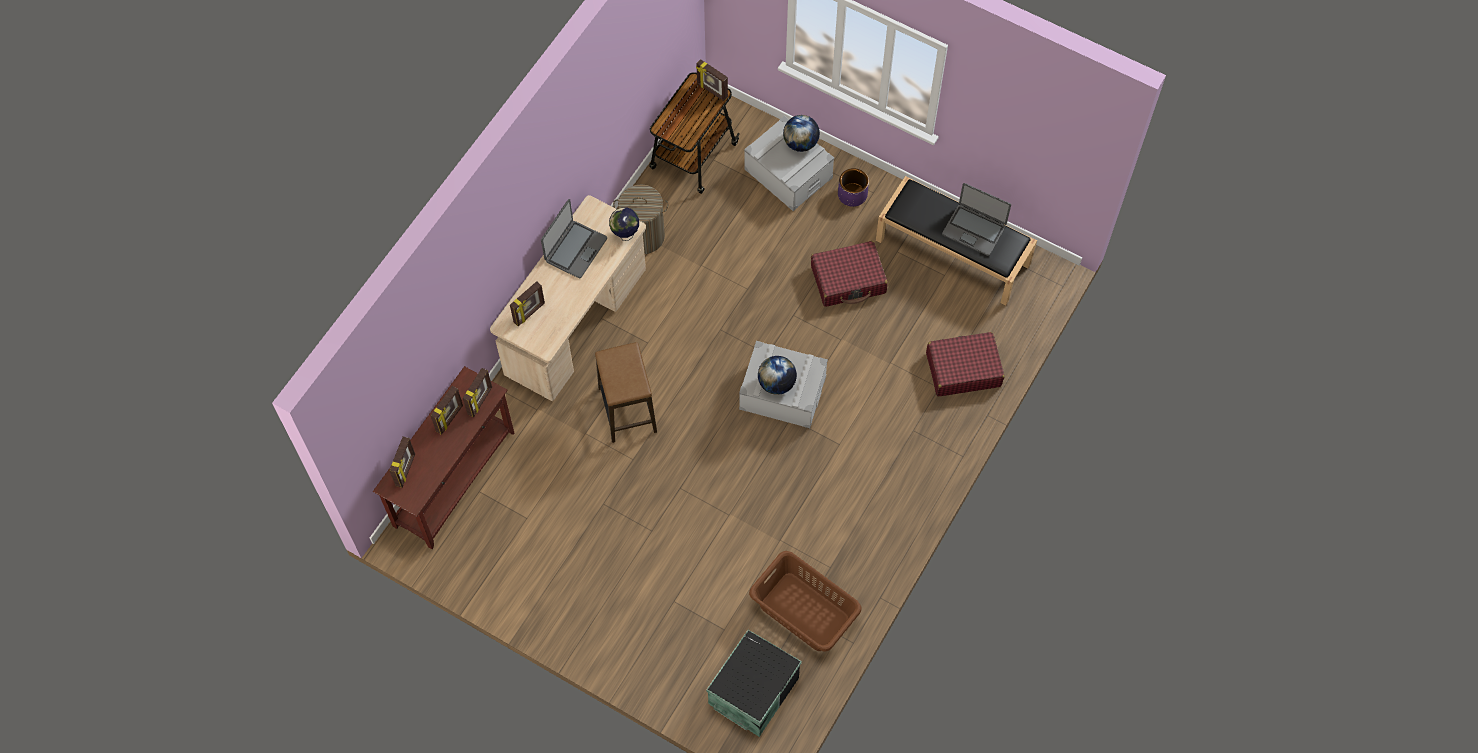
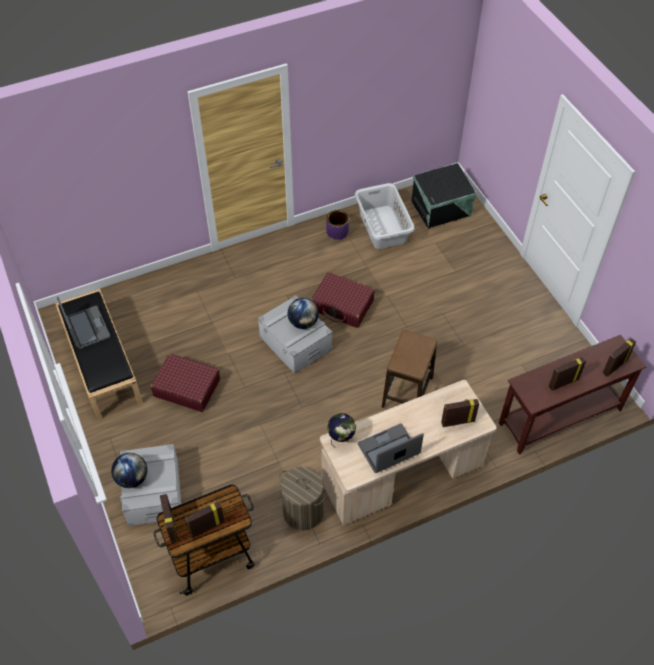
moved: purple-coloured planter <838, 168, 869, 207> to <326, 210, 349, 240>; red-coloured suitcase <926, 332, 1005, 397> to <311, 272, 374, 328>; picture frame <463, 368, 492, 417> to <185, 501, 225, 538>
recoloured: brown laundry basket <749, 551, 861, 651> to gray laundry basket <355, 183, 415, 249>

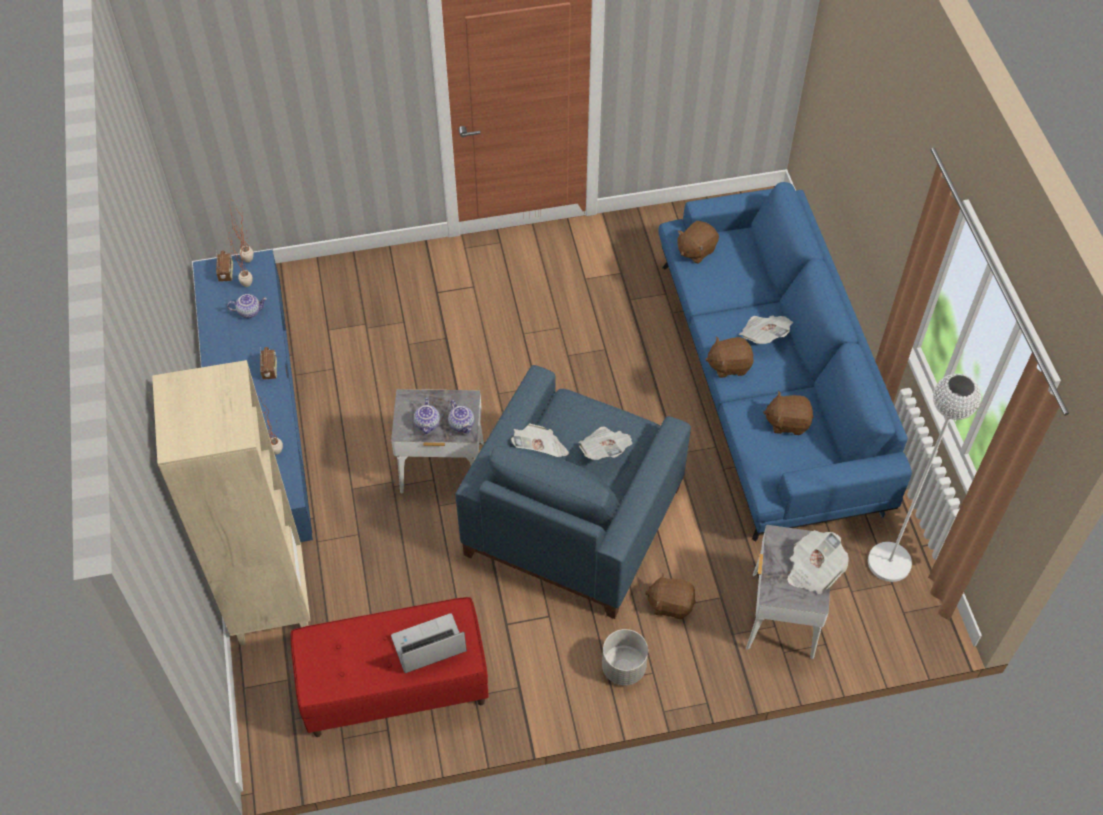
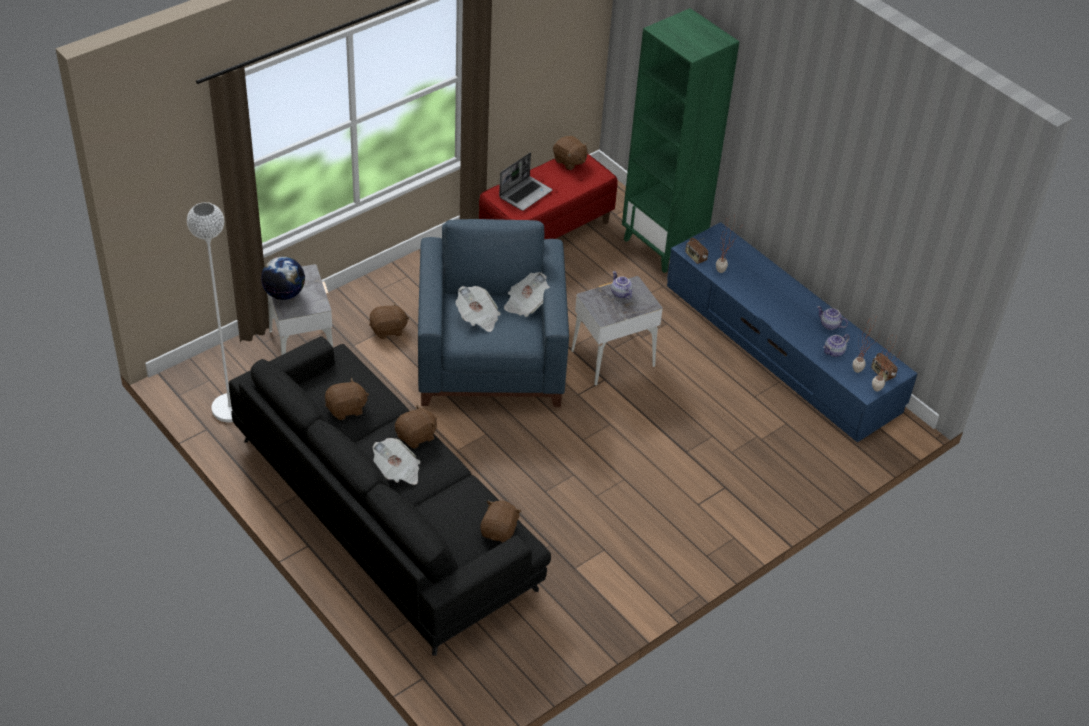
removed: gray planter <602, 629, 648, 686>
added: brown cuddly toy <553, 136, 588, 170>
moved: radio <260, 347, 277, 380> to <685, 238, 708, 264>; tea pot <448, 400, 474, 434> to <817, 306, 848, 330>
replaced: daily paper <787, 530, 849, 594> to world globe <261, 257, 305, 300>
recoloured: blue-coloured couch <658, 182, 912, 541> to blackish couch <229, 336, 551, 656>; beige-coloured bookshelf <152, 360, 310, 645> to greenish bookshelf <622, 8, 740, 273>

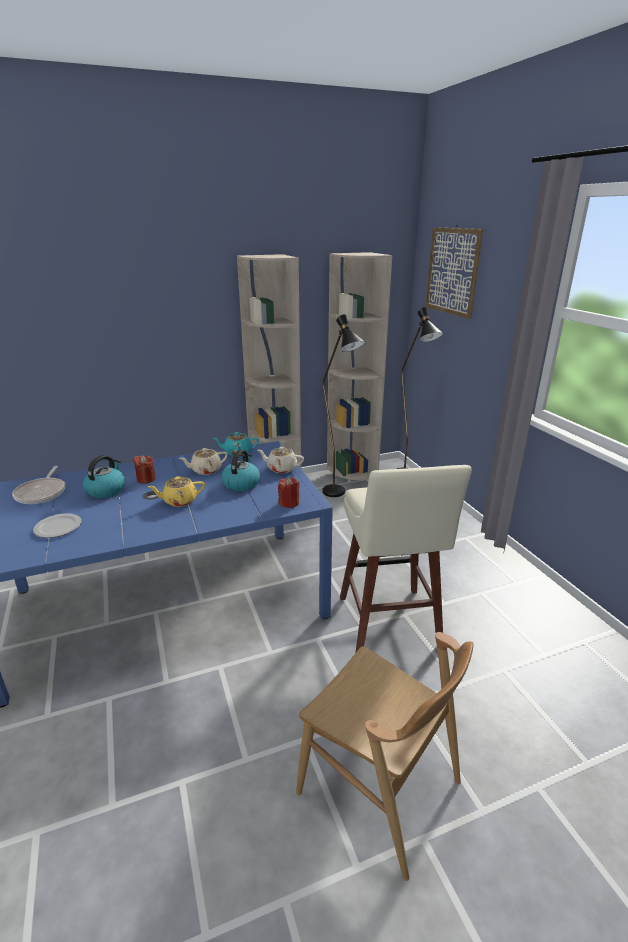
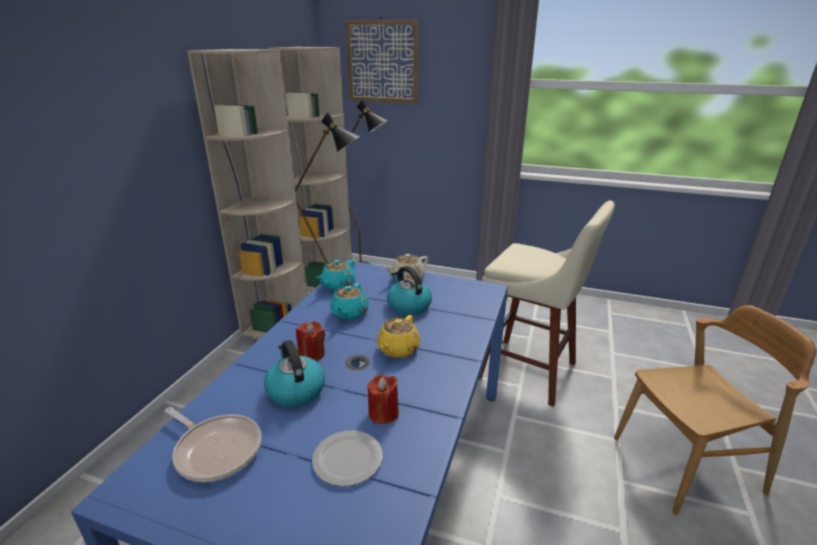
moved: red-coloured wax light <278, 477, 299, 508> to <368, 375, 399, 424>
recoloured: beige-coloured tea pot <179, 448, 228, 475> to turquoise-coloured tea pot <330, 283, 369, 320>

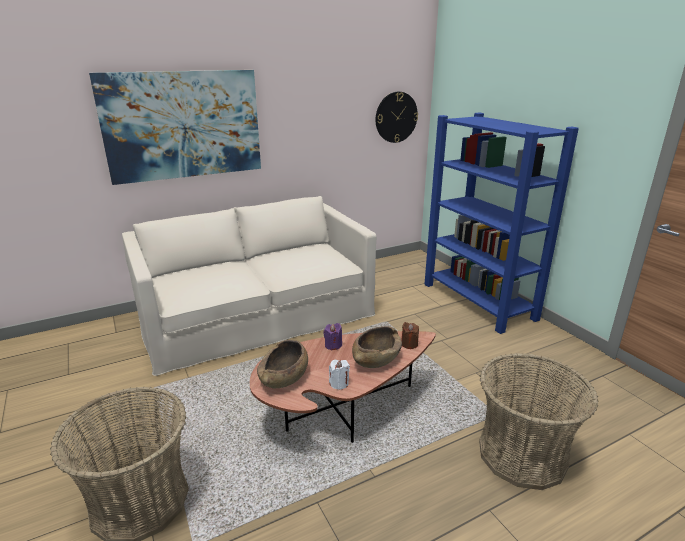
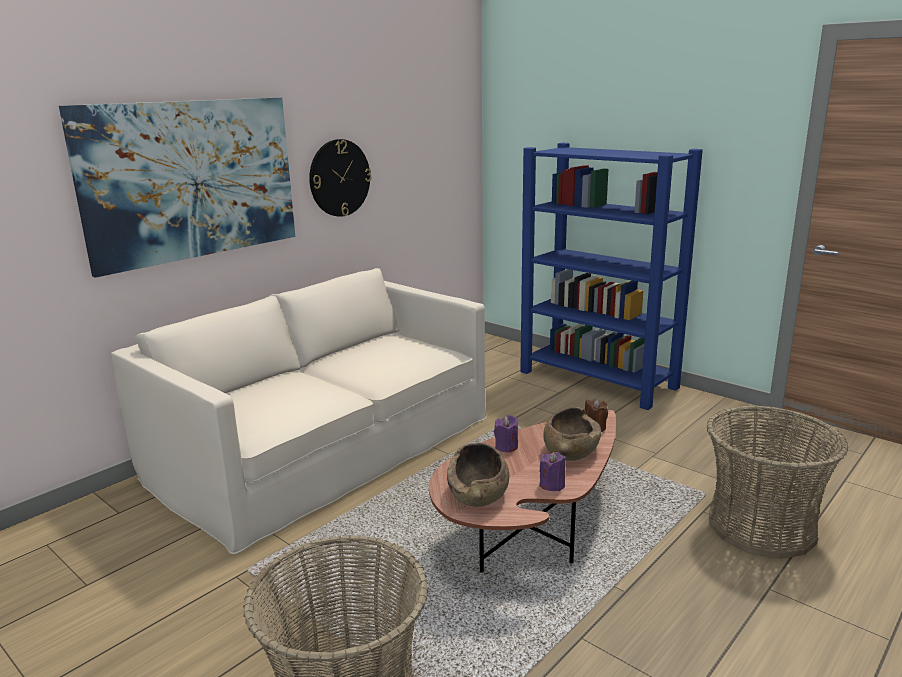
moved: wall clock <376, 92, 418, 143> to <309, 139, 372, 217>
recoloured: white-coloured wax light <329, 360, 350, 390> to purple-coloured wax light <539, 452, 566, 491>

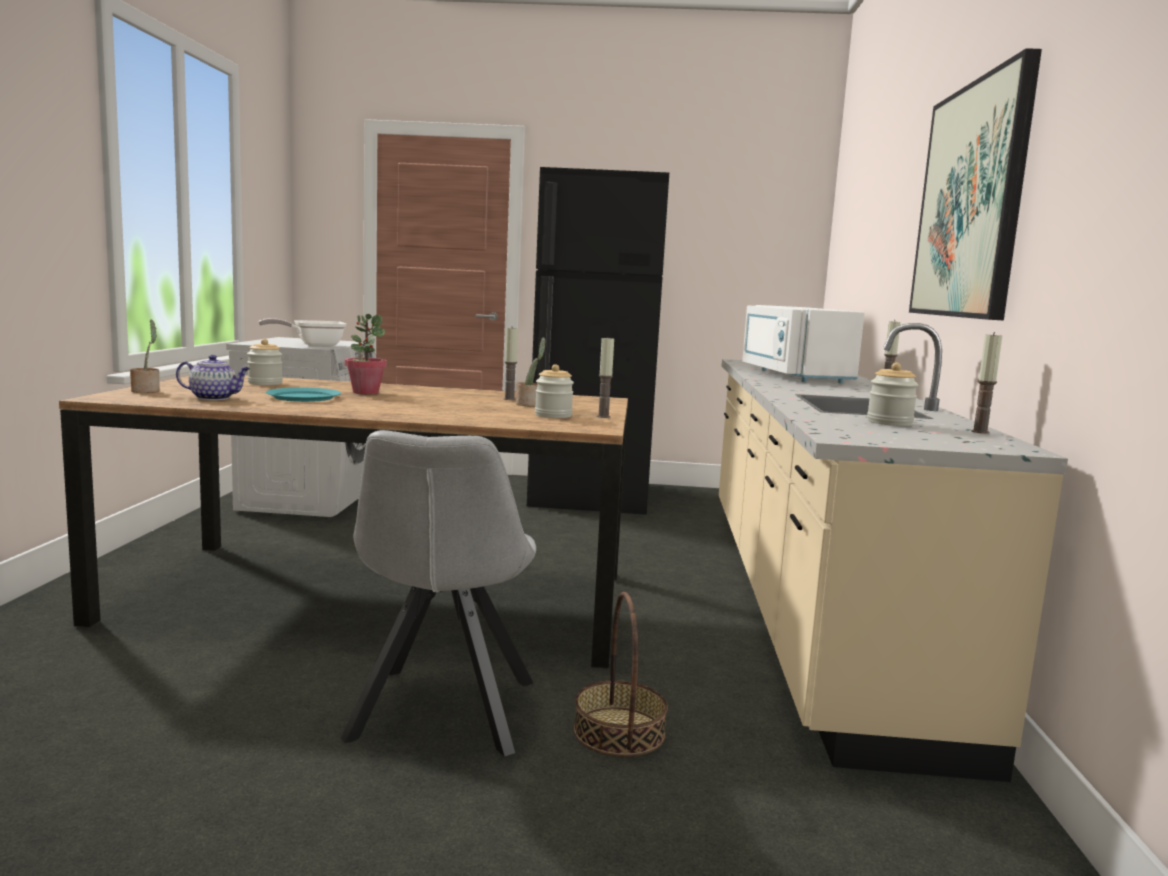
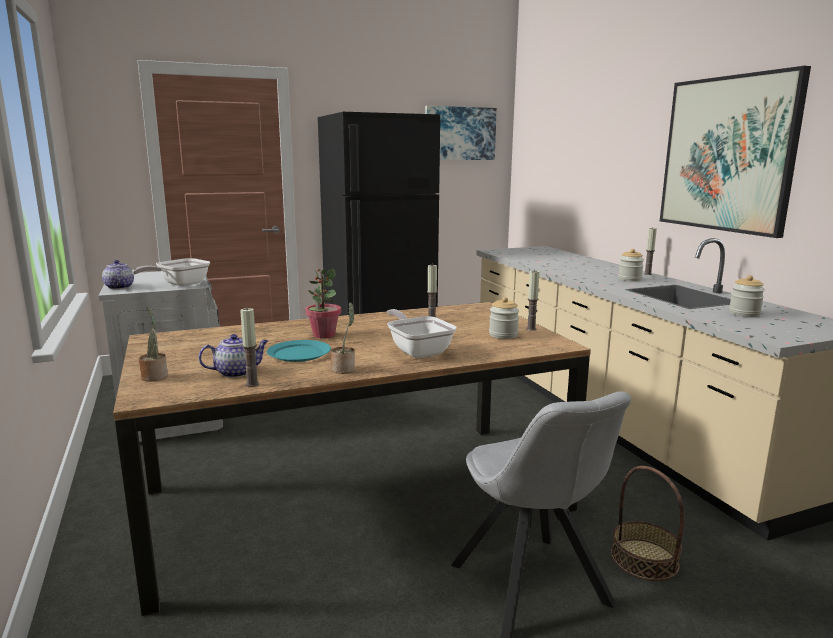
removed: white-coloured microwave oven <742, 305, 865, 383>
added: wall picture <425, 106, 497, 160>; tea pot <102, 260, 134, 289>; pan <387, 309, 456, 358>
moved: wax light <971, 332, 1002, 434> to <240, 307, 259, 387>; potted plant <516, 337, 546, 406> to <330, 302, 355, 374>; jar <247, 339, 283, 385> to <618, 249, 644, 281>

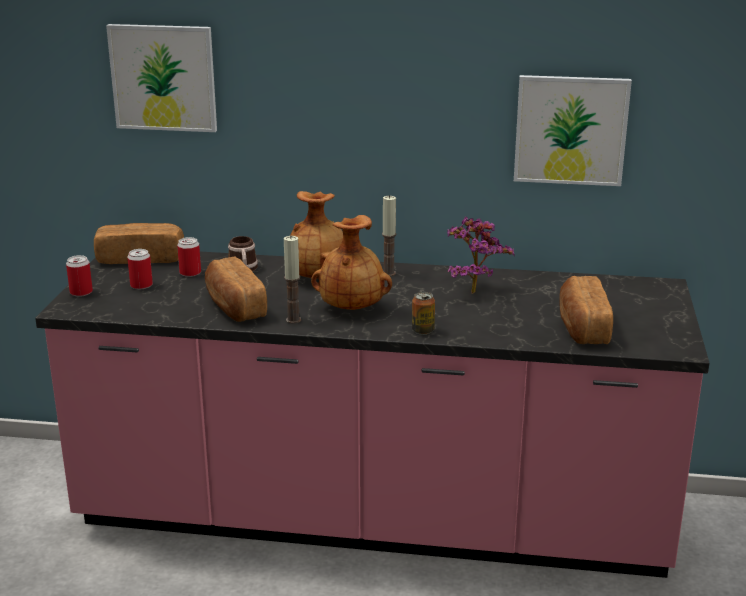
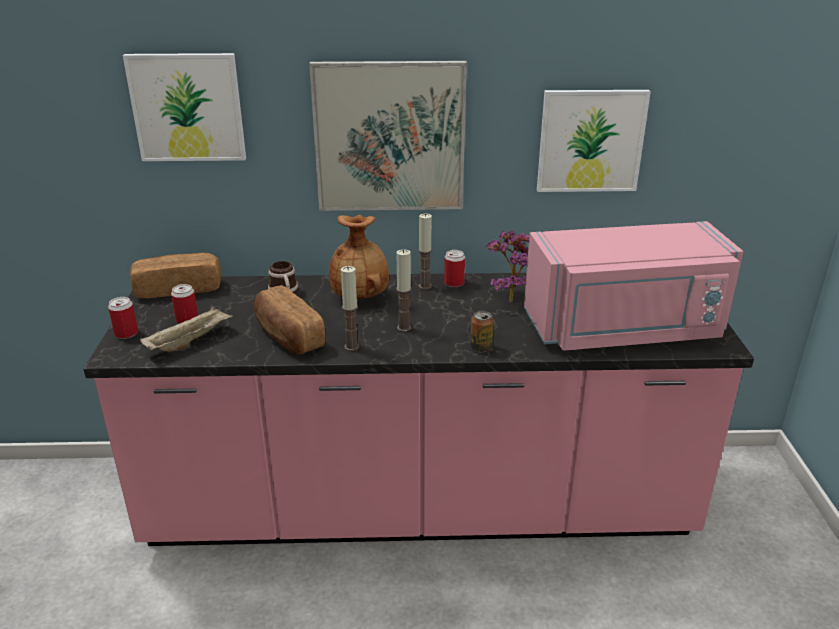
added: wall picture <309, 61, 467, 211>; beige-coloured serving tray <140, 306, 233, 352>
moved: can <177, 237, 201, 277> to <444, 250, 465, 287>
replaced: brown decorative vase <311, 215, 392, 310> to wax light <396, 249, 412, 332>; bakery bread <559, 276, 613, 344> to pink microwave oven <524, 221, 743, 350>

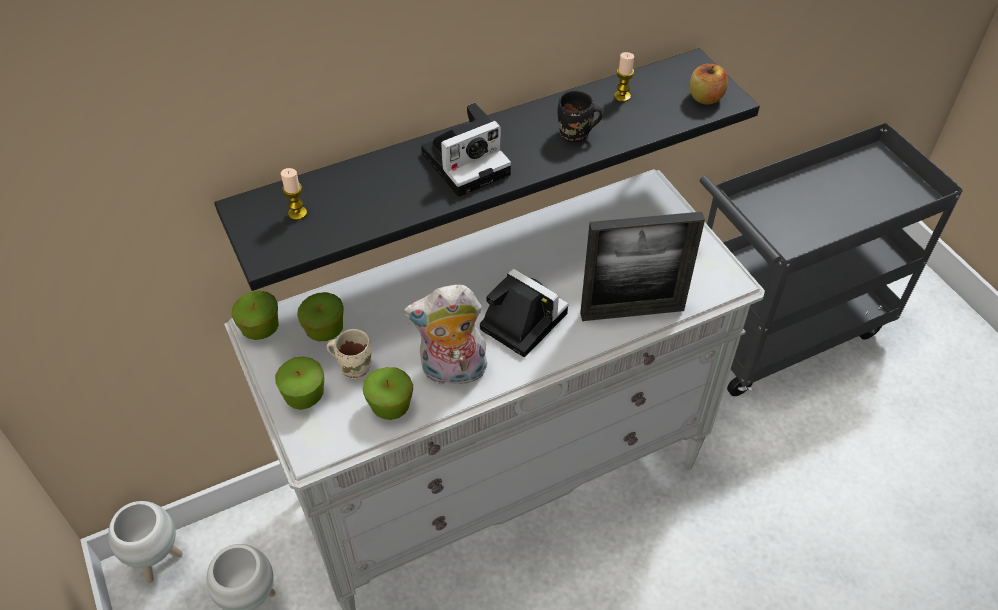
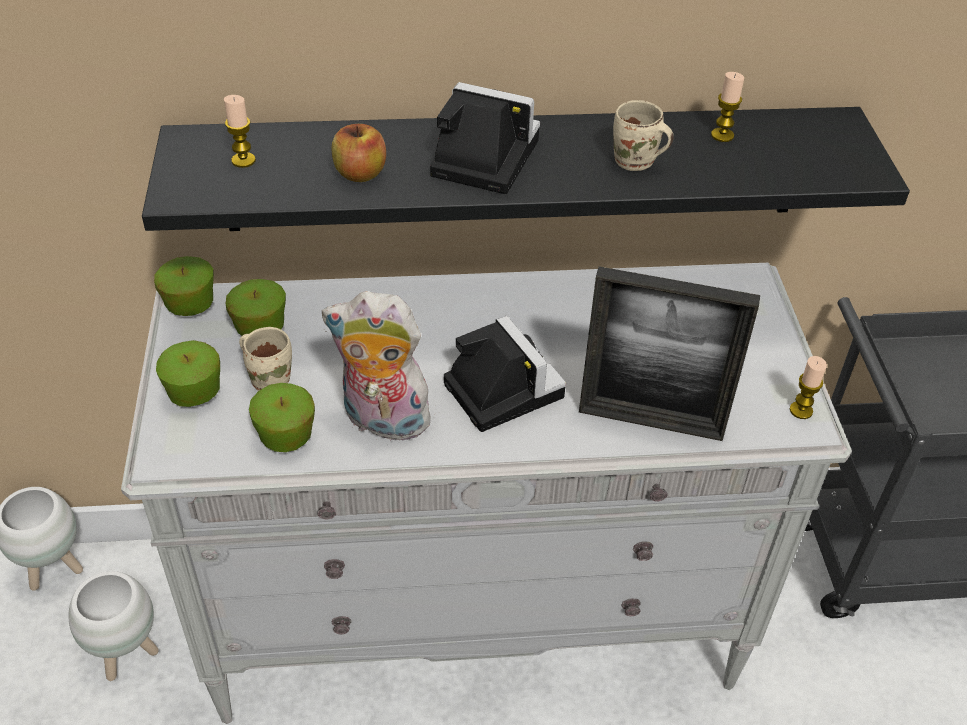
added: wax light <790, 356, 827, 419>
moved: apple <690, 64, 728, 104> to <332, 124, 386, 182>
recoloured: blackish coffee mug <557, 91, 603, 143> to beige-coloured coffee mug <613, 100, 674, 171>
turned: still camera <421, 103, 511, 197> = <430, 82, 540, 194> 150 degrees counterclockwise

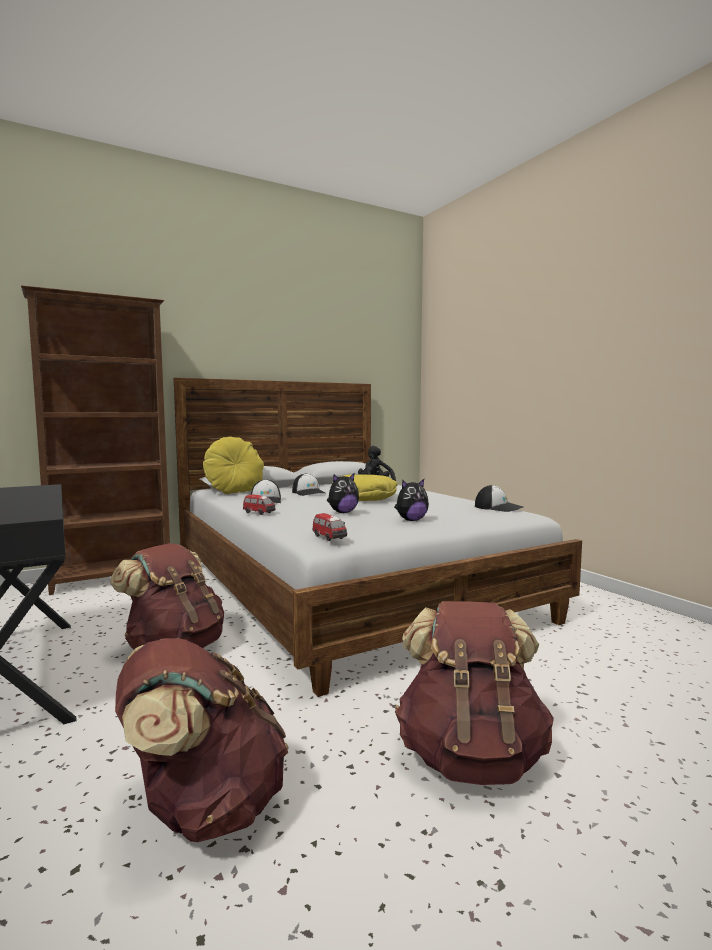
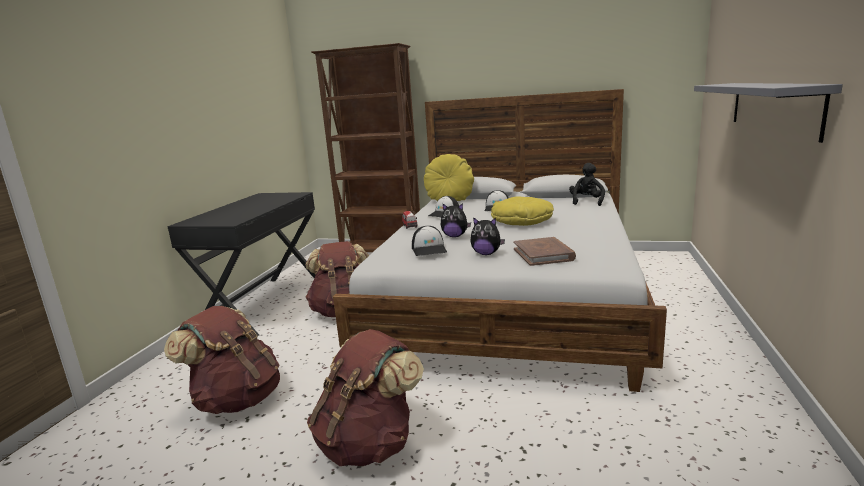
removed: miniature car <313, 513, 347, 541>
added: gray wall shelf <694, 83, 843, 143>; brown bound book <514, 237, 576, 266>
moved: cap <475, 485, 523, 512> to <412, 226, 447, 256>

